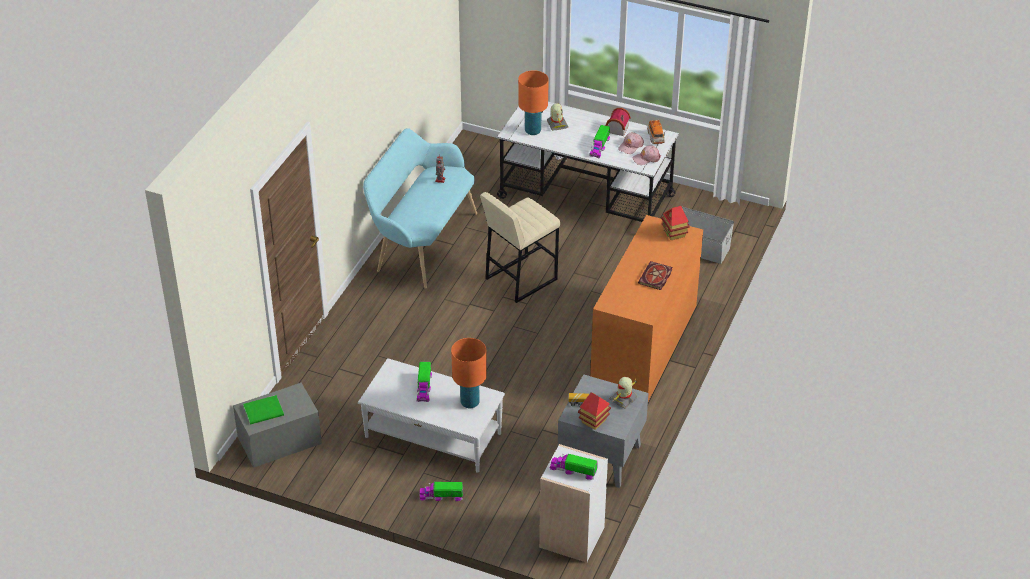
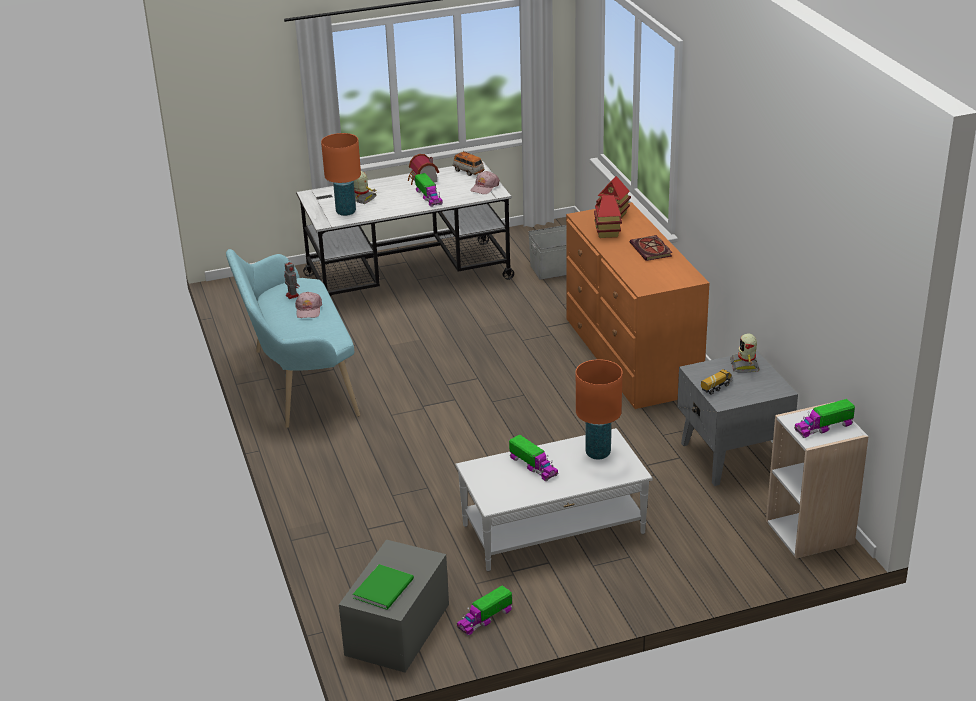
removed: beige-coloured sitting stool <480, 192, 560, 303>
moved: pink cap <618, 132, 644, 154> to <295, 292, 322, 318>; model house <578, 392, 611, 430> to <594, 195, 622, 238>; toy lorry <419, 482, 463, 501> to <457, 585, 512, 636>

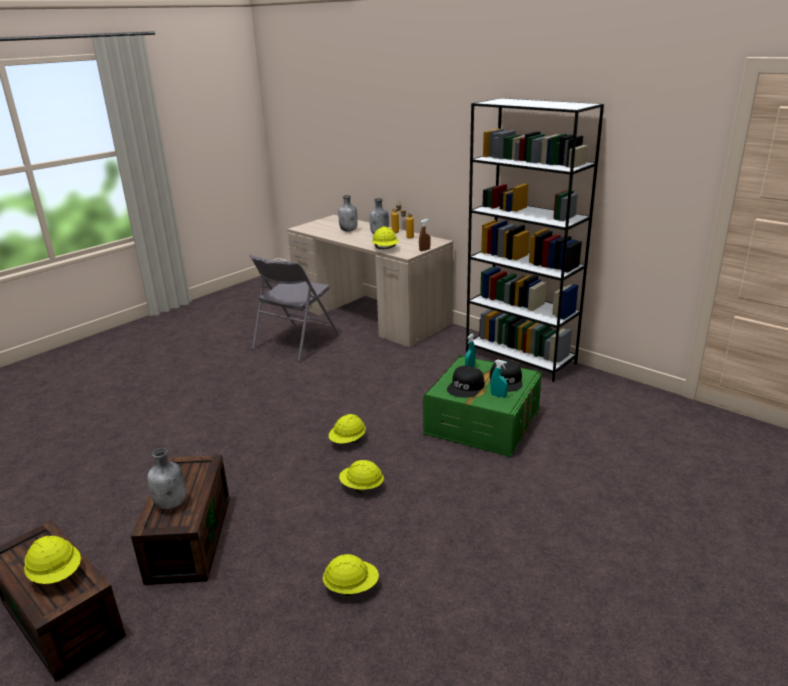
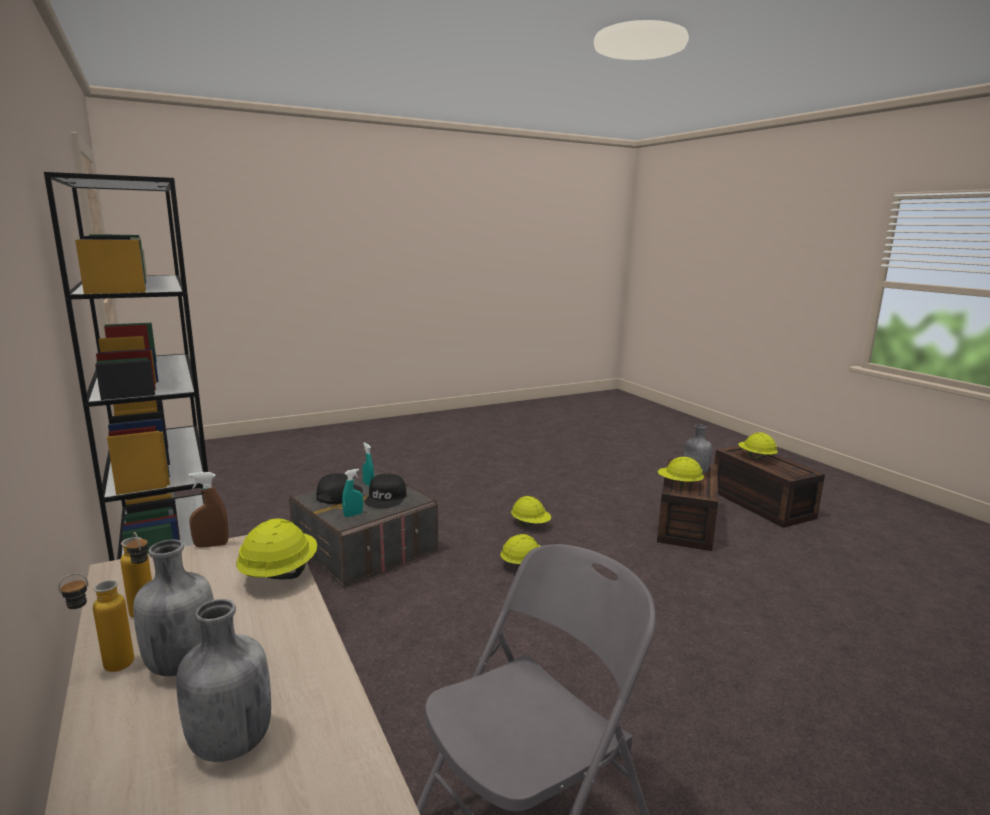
moved: yellow work helmet <323, 554, 379, 597> to <658, 457, 704, 488>
recoloured: greenish storage container <423, 355, 542, 457> to gray storage container <289, 470, 438, 587>
turned: blackish cap <447, 366, 484, 398> = <365, 474, 406, 508> 135 degrees clockwise

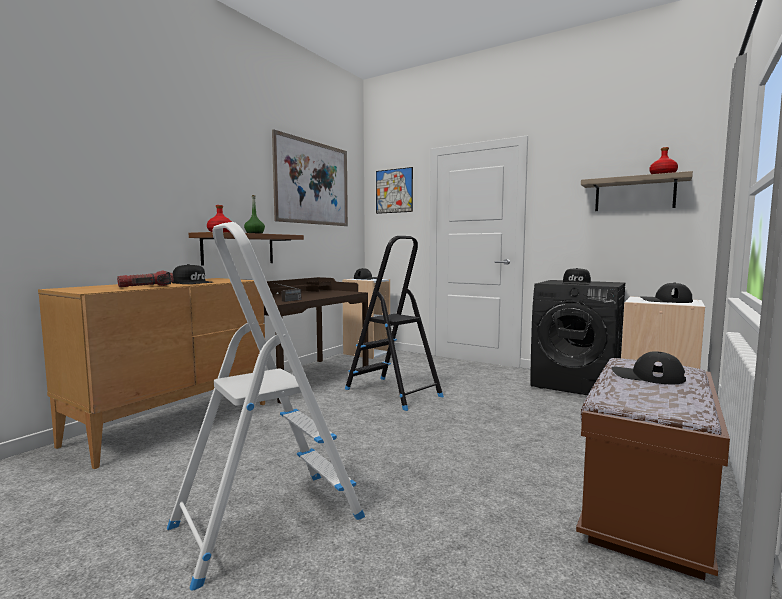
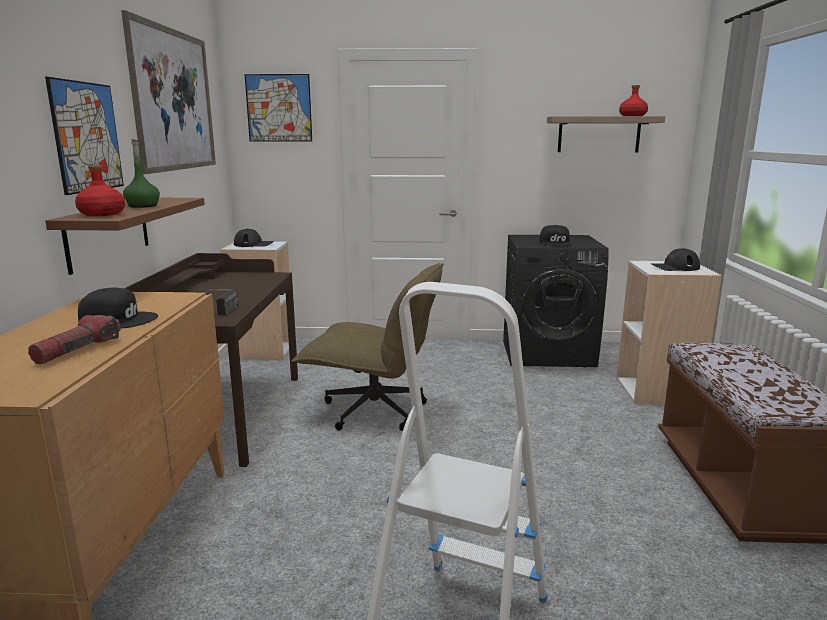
removed: blackish cap <612, 351, 686, 384>
added: wall picture <45, 77, 124, 195>
replaced: blackish stepladder <345, 236, 444, 411> to beige-coloured office chair <291, 263, 443, 431>

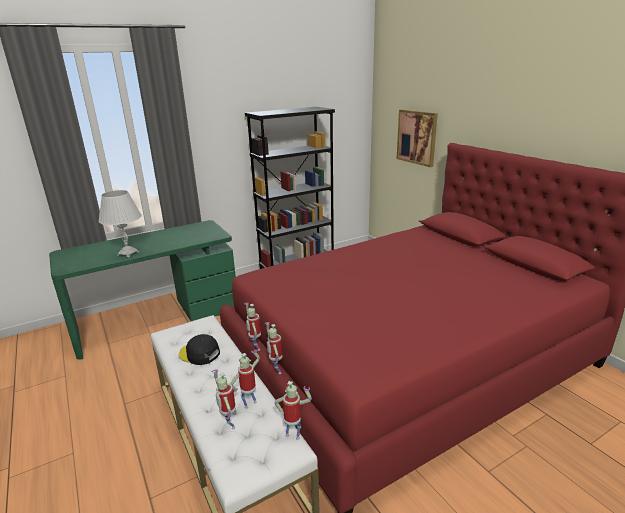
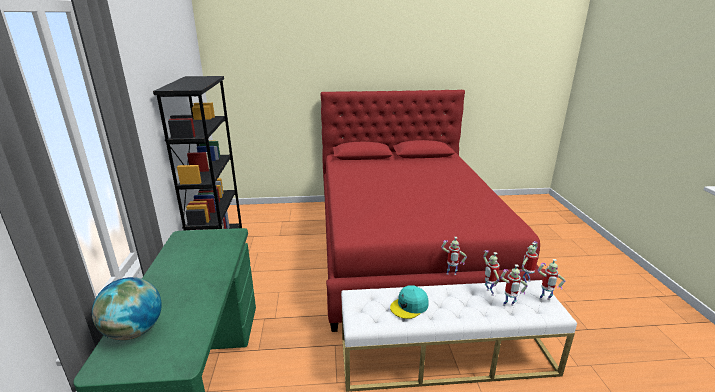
removed: wall picture <397, 110, 438, 167>; white-coloured tabletop lamp <98, 190, 142, 257>
added: world globe <92, 277, 162, 340>
moved: model robot <244, 302, 261, 351> to <537, 259, 565, 300>
recoloured: blackish cap <179, 334, 220, 365> to turquoise-coloured cap <390, 285, 429, 319>

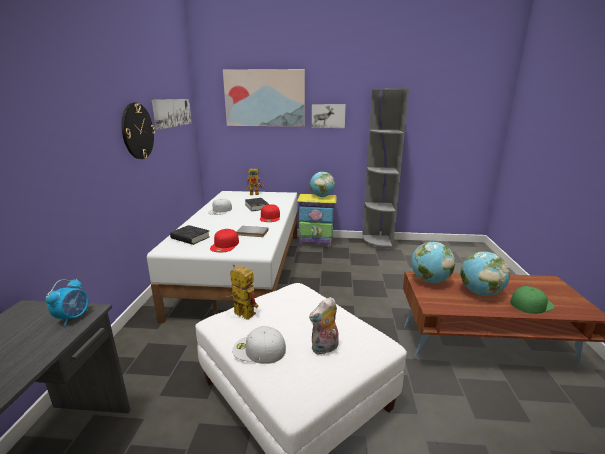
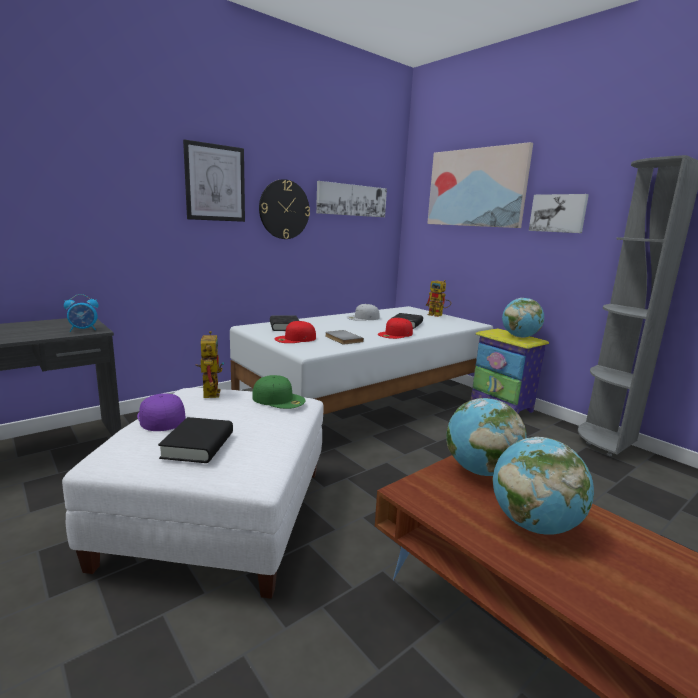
added: wall picture <183, 139, 245, 222>
moved: greenish cap <510, 286, 554, 314> to <252, 375, 306, 409>
replaced: cuddly toy <309, 297, 339, 355> to blackish bound book <158, 417, 233, 463>
recoloured: white-coloured cap <232, 326, 286, 364> to purple-coloured cap <137, 393, 186, 431>

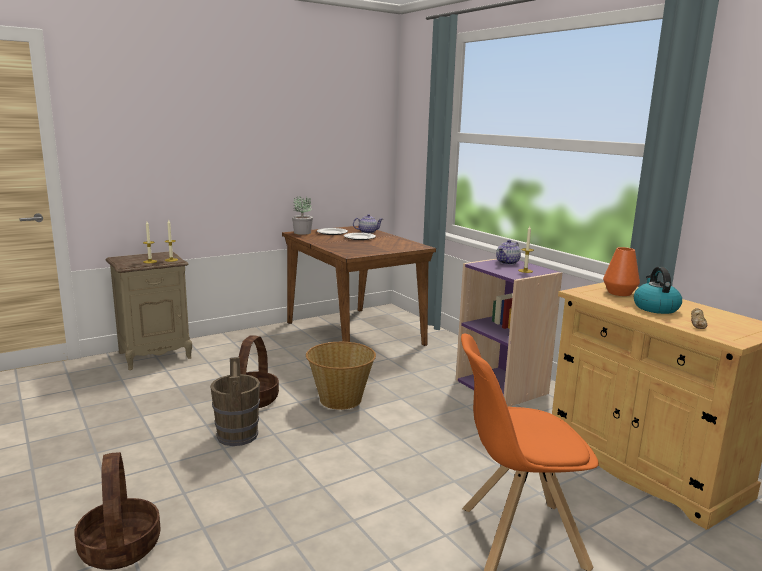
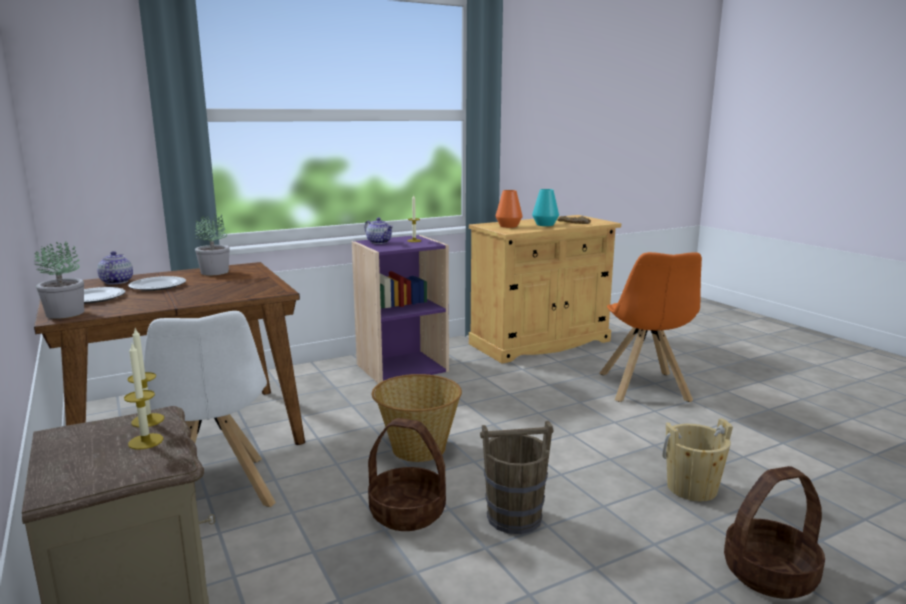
added: potted plant <195, 214, 230, 275>; white-coloured upright chair <143, 311, 276, 507>; beige-coloured pail <662, 418, 733, 501>
replaced: water kettle <634, 267, 682, 314> to turquoise-coloured decorative vase <532, 189, 559, 226>

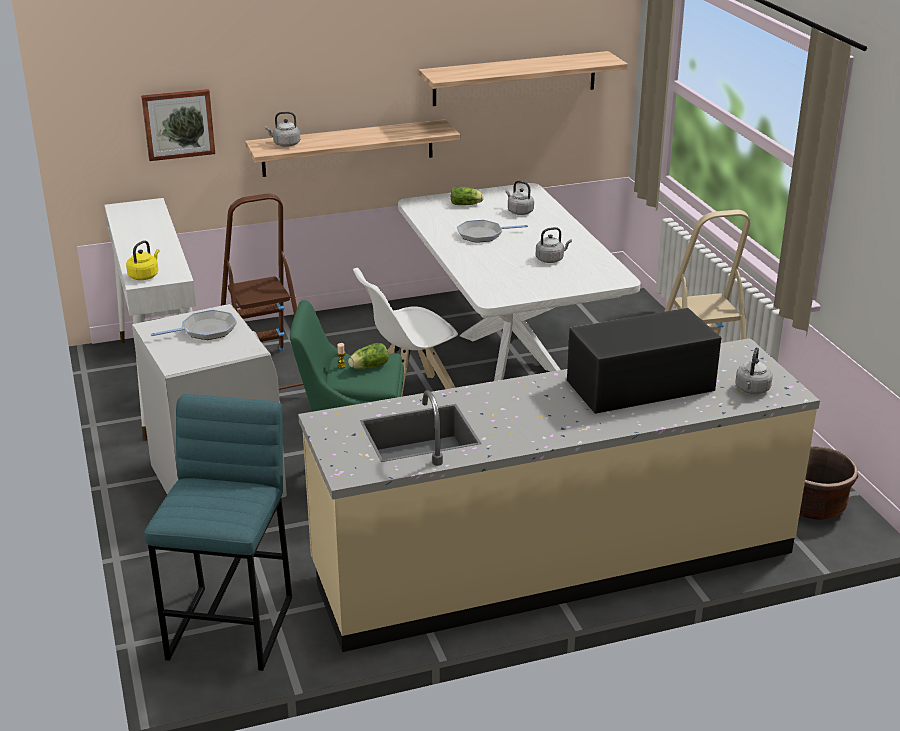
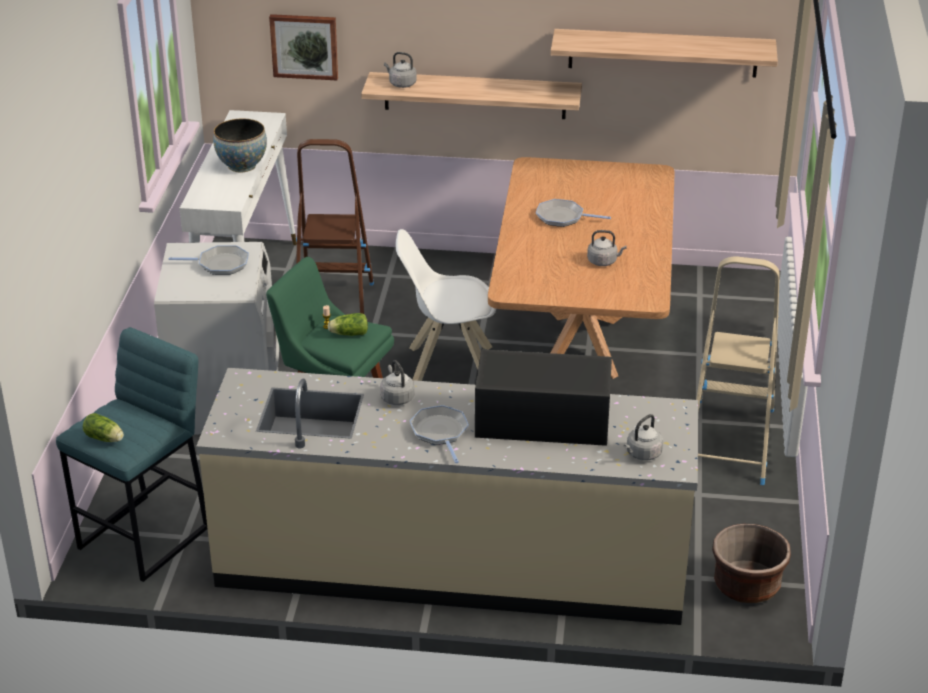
removed: yellow water kettle <126, 240, 160, 280>
added: bowl <213, 118, 267, 173>; pan <410, 405, 469, 463>
moved: gray water kettle <506, 181, 534, 215> to <380, 360, 415, 405>; head of lettuce <451, 187, 484, 205> to <83, 413, 124, 442>
recoloured: white-coloured kitchen table <398, 183, 641, 381> to brown kitchen table <488, 157, 675, 379>

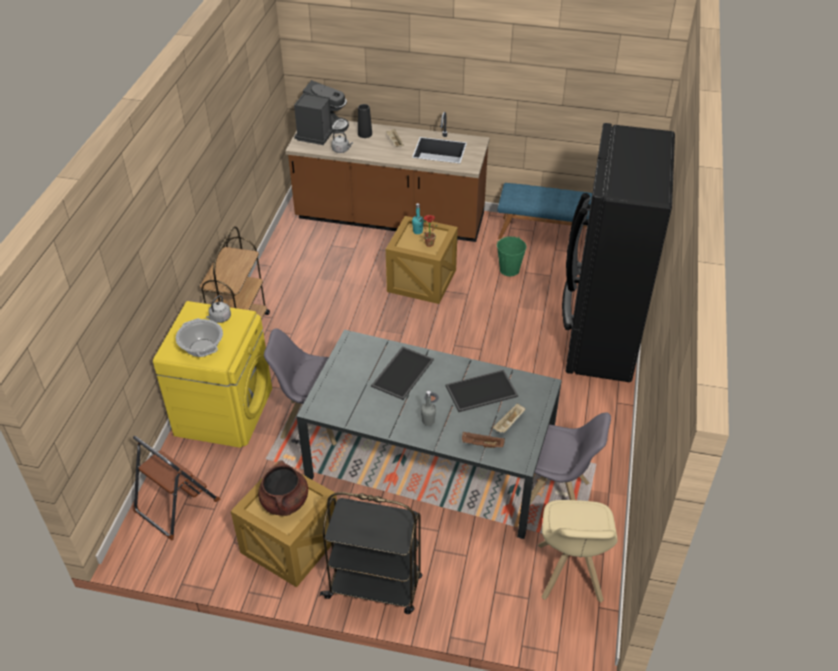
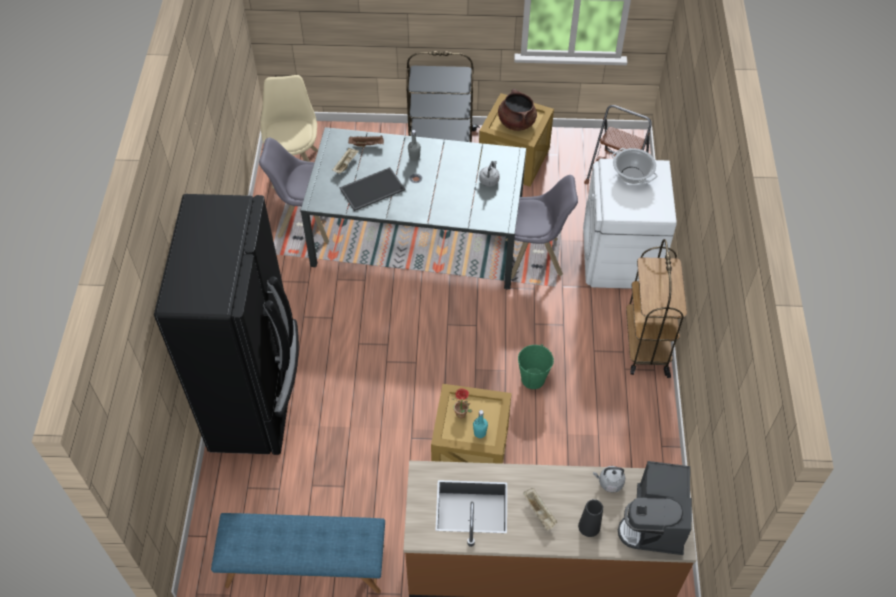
removed: serving tray <371, 346, 434, 400>
moved: greenish pail <497, 236, 526, 276> to <518, 344, 554, 389>; gray water kettle <206, 295, 231, 323> to <479, 161, 500, 187>
recoloured: yellow laundry machine <153, 301, 272, 448> to white-coloured laundry machine <583, 159, 677, 289>

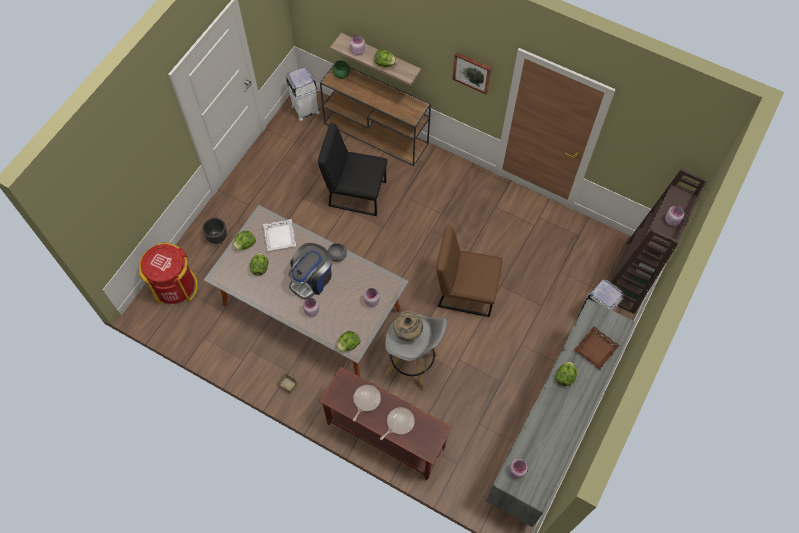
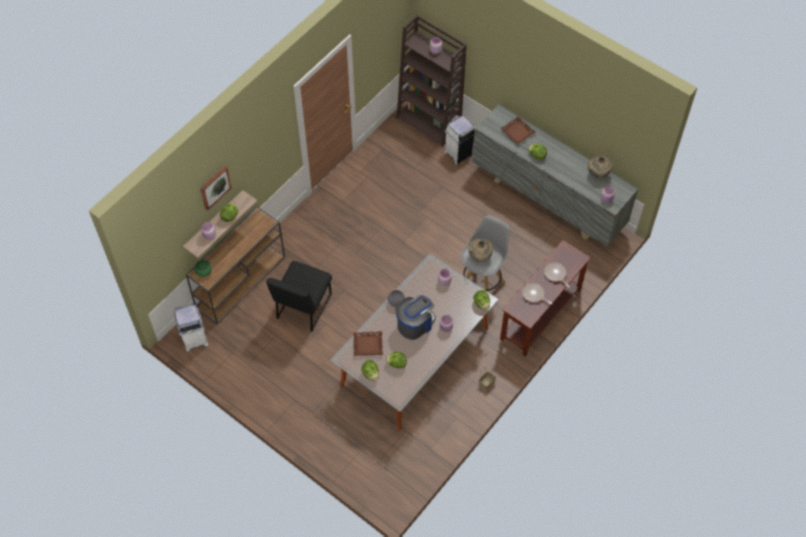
removed: blackish planter <202, 217, 227, 244>; brown upright chair <436, 225, 503, 317>; red-coloured waste bin <138, 242, 198, 304>
added: beige-coloured decorative vase <588, 156, 612, 178>
moved: wall picture <453, 52, 492, 94> to <200, 166, 232, 210>
recoloured: white-coloured serving tray <263, 219, 296, 251> to brown serving tray <353, 331, 383, 356>
turned: coffee maker <289, 243, 332, 299> = <395, 295, 436, 340> 90 degrees counterclockwise

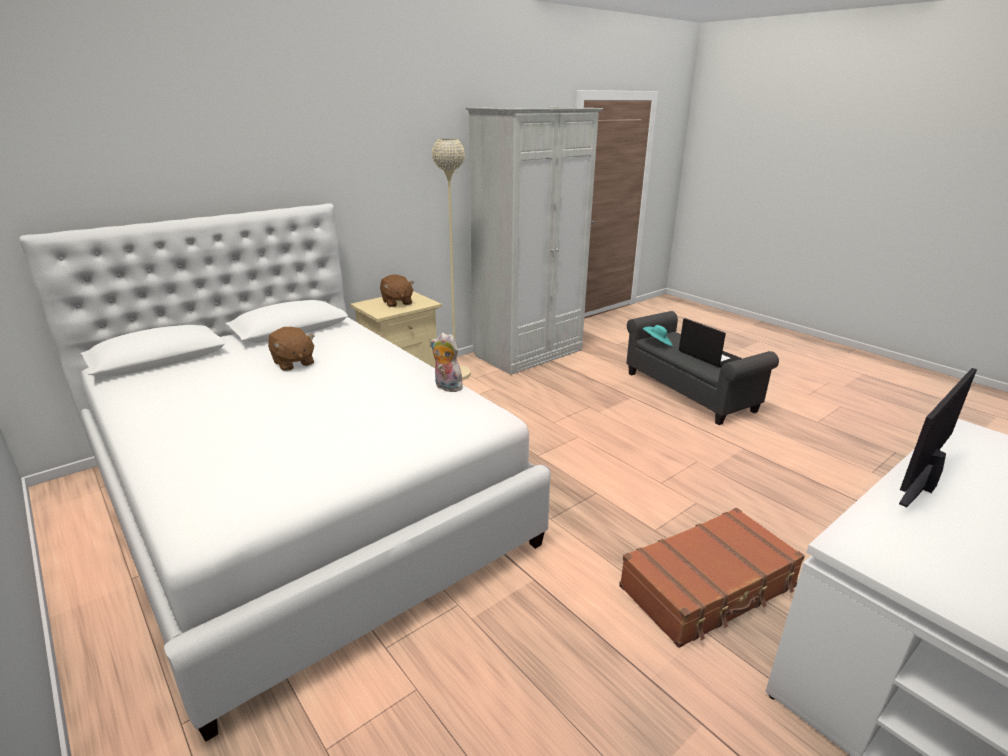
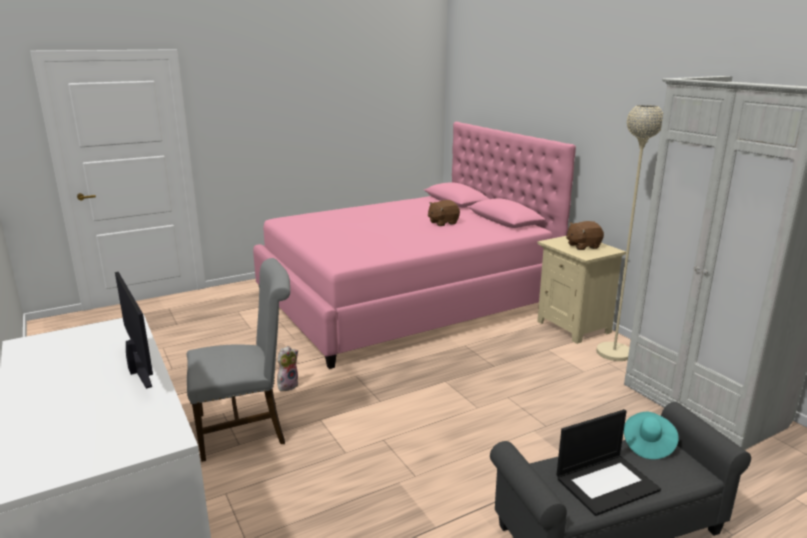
moved: cuddly toy <431, 333, 466, 392> to <277, 346, 298, 391>
replaced: brown suitcase <619, 508, 805, 648> to gray upright chair <187, 258, 290, 462>
recoloured: white-coloured sleeping bed <19, 203, 551, 742> to pink sleeping bed <253, 122, 576, 369>

